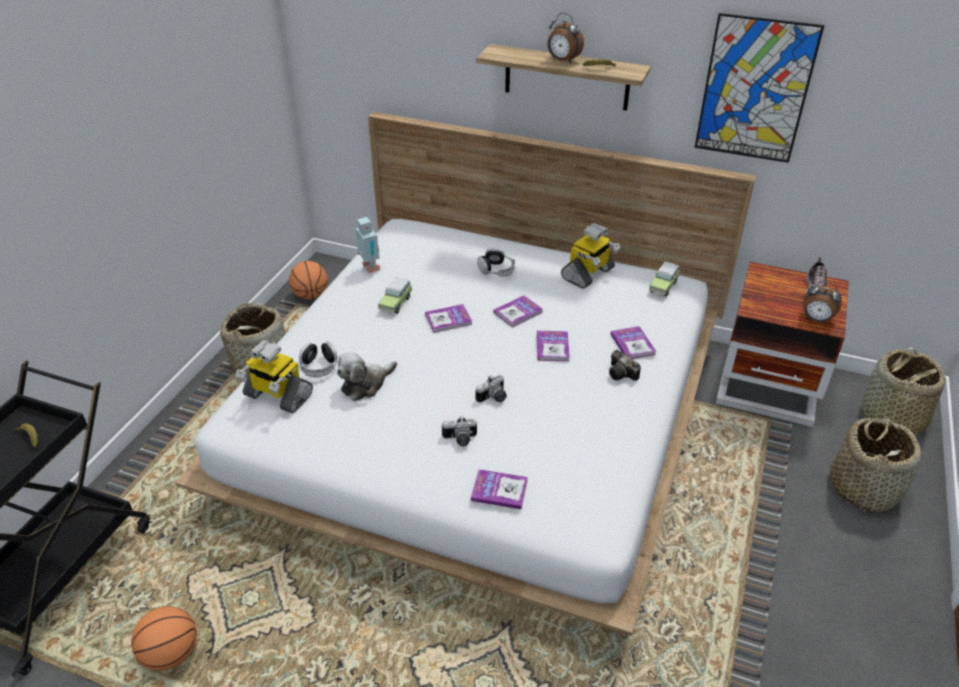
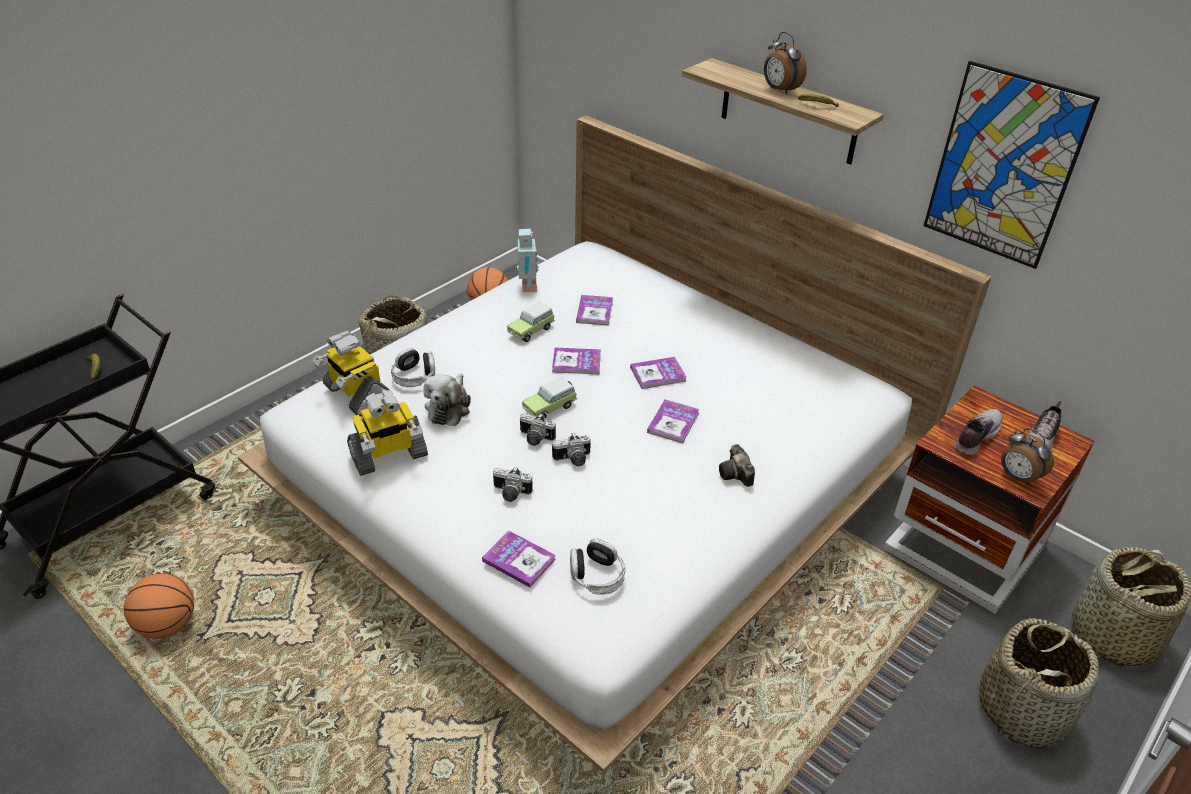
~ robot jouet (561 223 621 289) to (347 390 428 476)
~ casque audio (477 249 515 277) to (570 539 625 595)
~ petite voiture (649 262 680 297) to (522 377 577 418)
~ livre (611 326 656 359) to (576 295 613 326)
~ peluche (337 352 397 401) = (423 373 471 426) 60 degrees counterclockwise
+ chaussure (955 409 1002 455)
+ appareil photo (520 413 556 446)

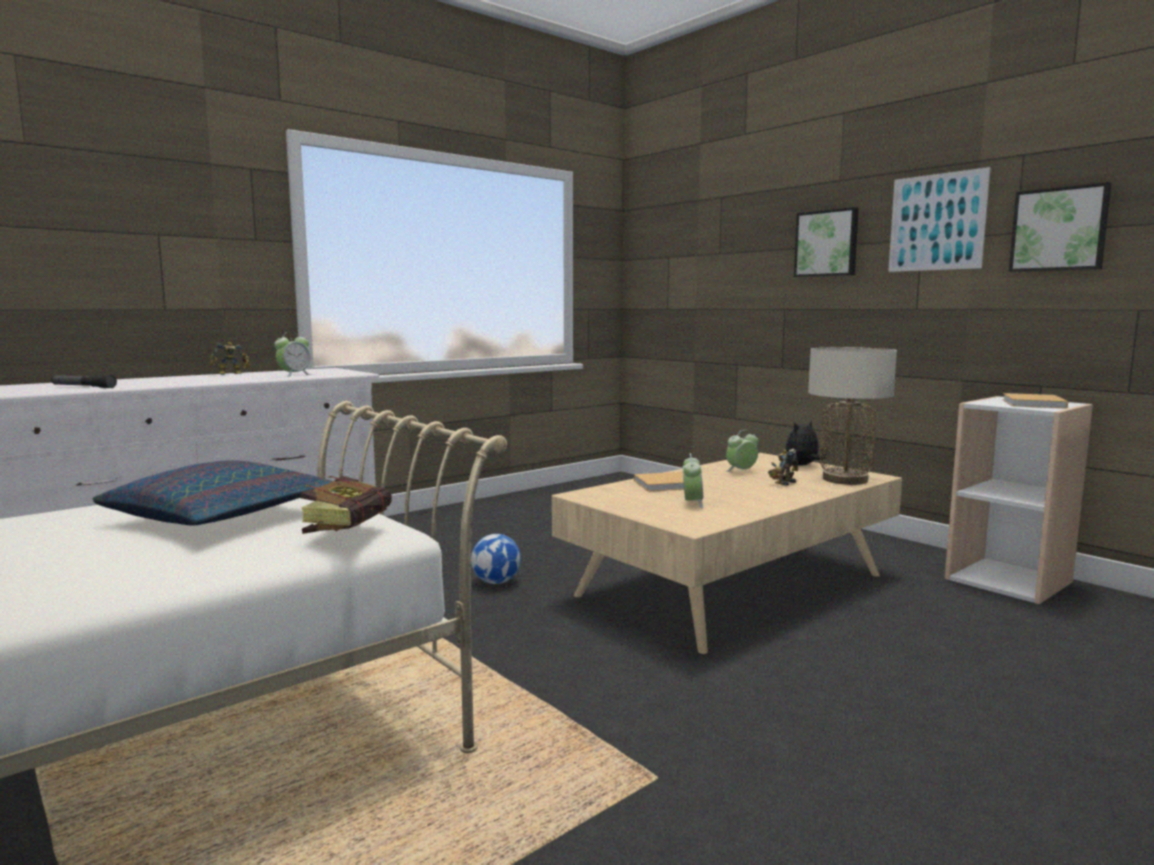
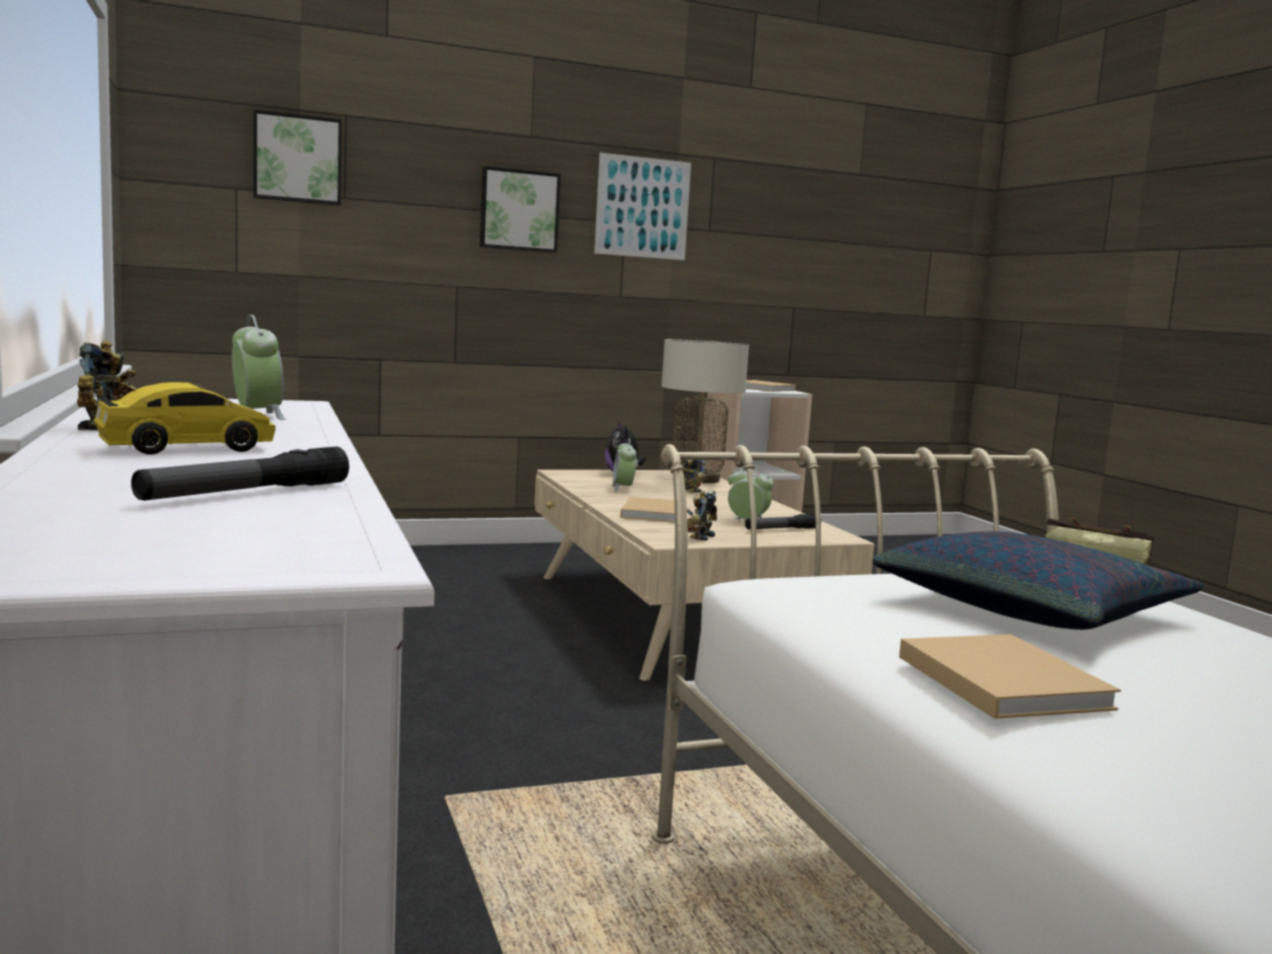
~ tableau (1009 182 1111 272) to (253 109 342 206)
- ballon de foot (471 534 521 584)
+ petite voiture (94 382 275 455)
+ robot jouet (687 490 717 541)
+ lampe de poche (745 514 816 530)
+ livre [beige] (899 634 1121 719)

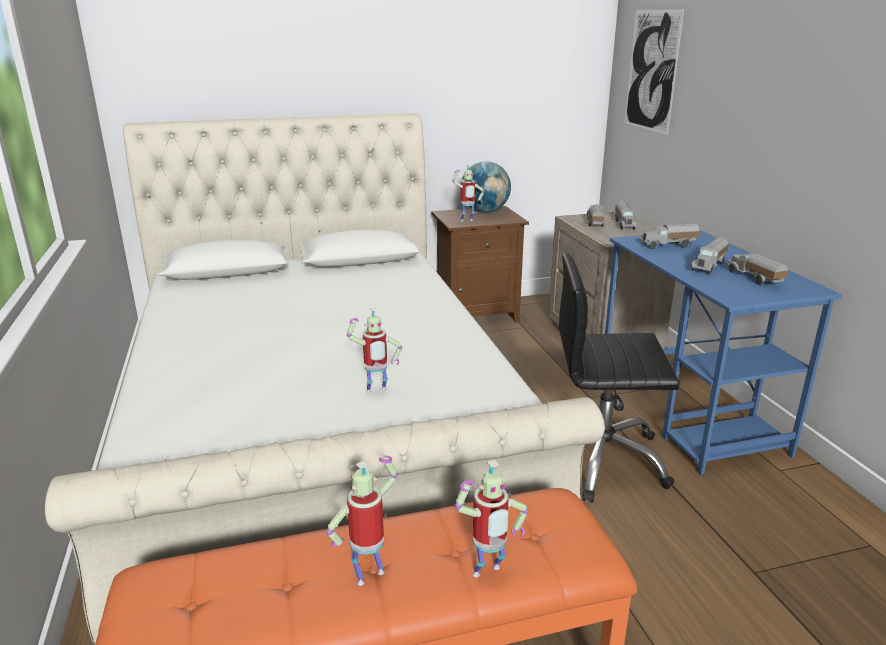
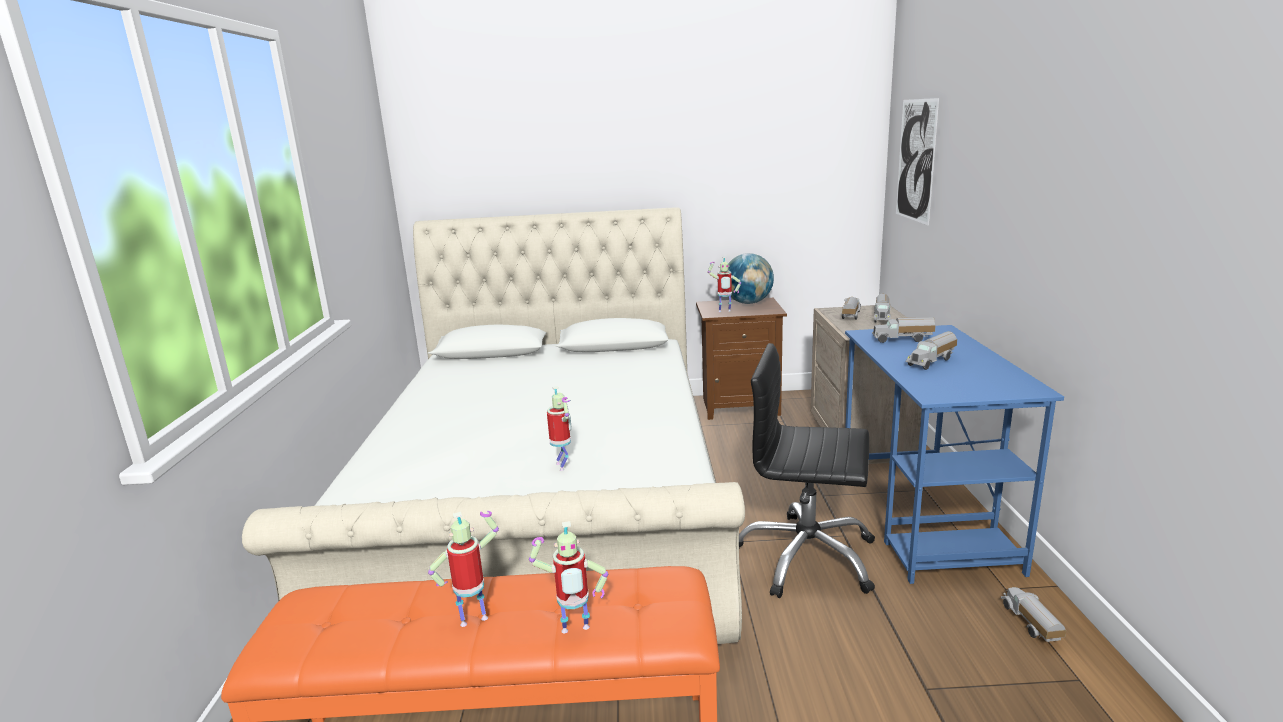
~ camion jouet (726 253 789 285) to (1000 587 1066 642)
~ robot jouet (347 307 402 393) = (547 386 572 471) 105 degrees counterclockwise

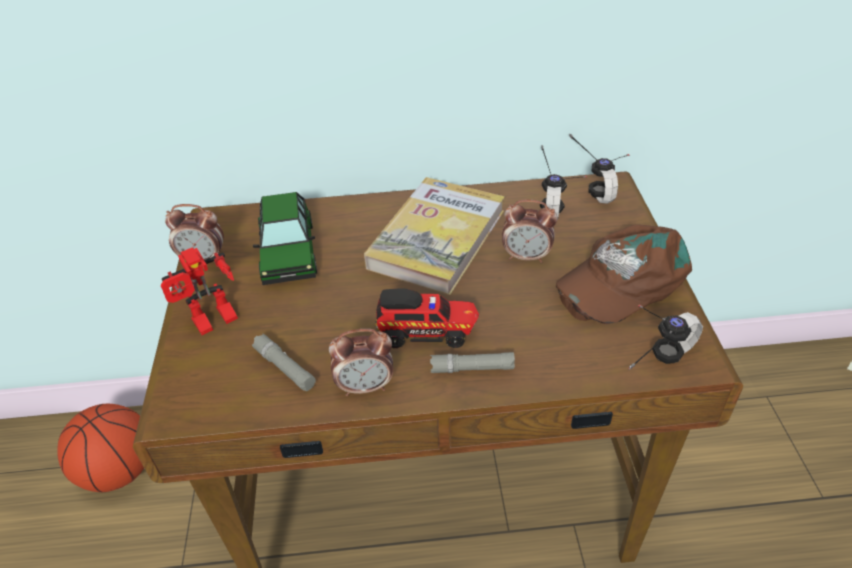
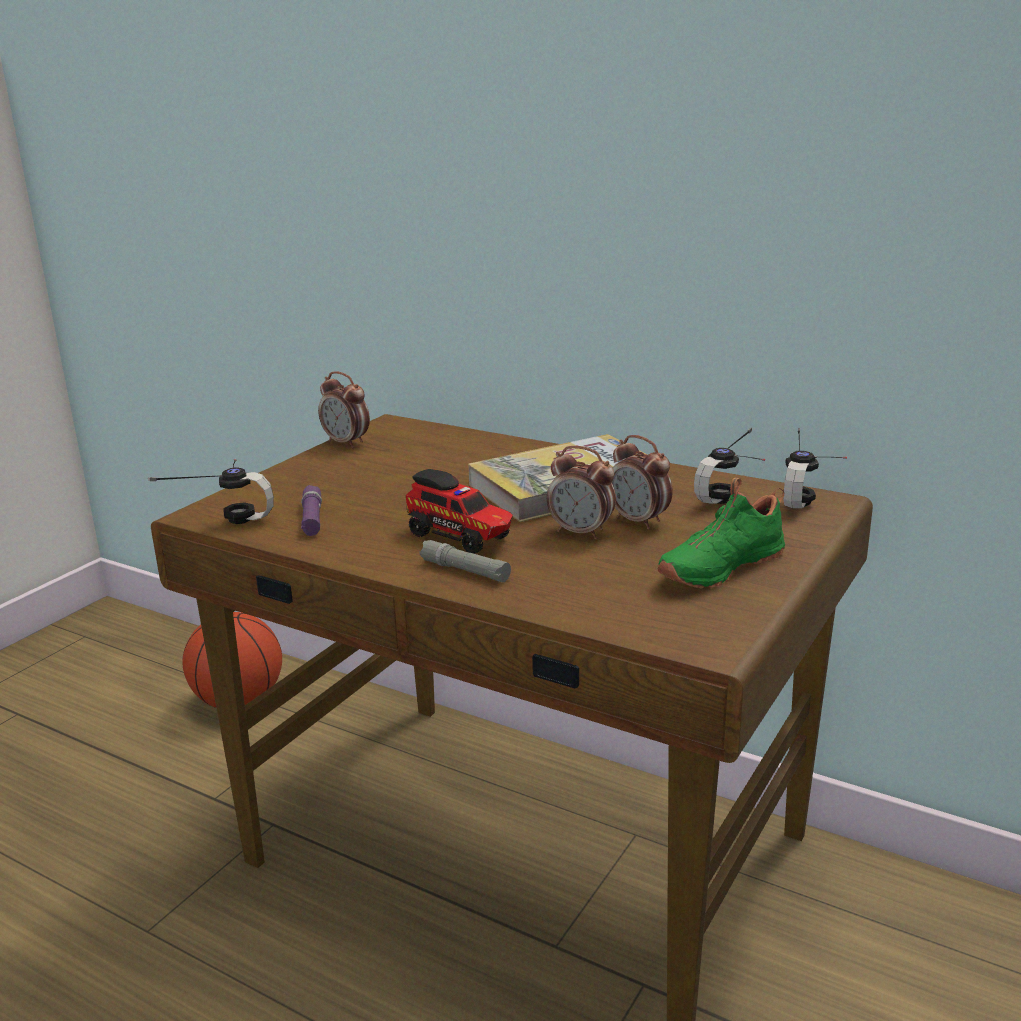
- petite voiture (253 192 317 285)
~ casquette [marron] (555 224 692 324) to chaussure [vert] (658 478 785 589)
- robot jouet (160 247 238 335)
~ casque audio (629 305 703 370) to (148 459 274 524)
~ réveil (329 329 393 396) to (547 446 616 540)
~ lampe de poche [gris] (252 334 316 391) to lampe de poche [violet] (301 485 322 536)

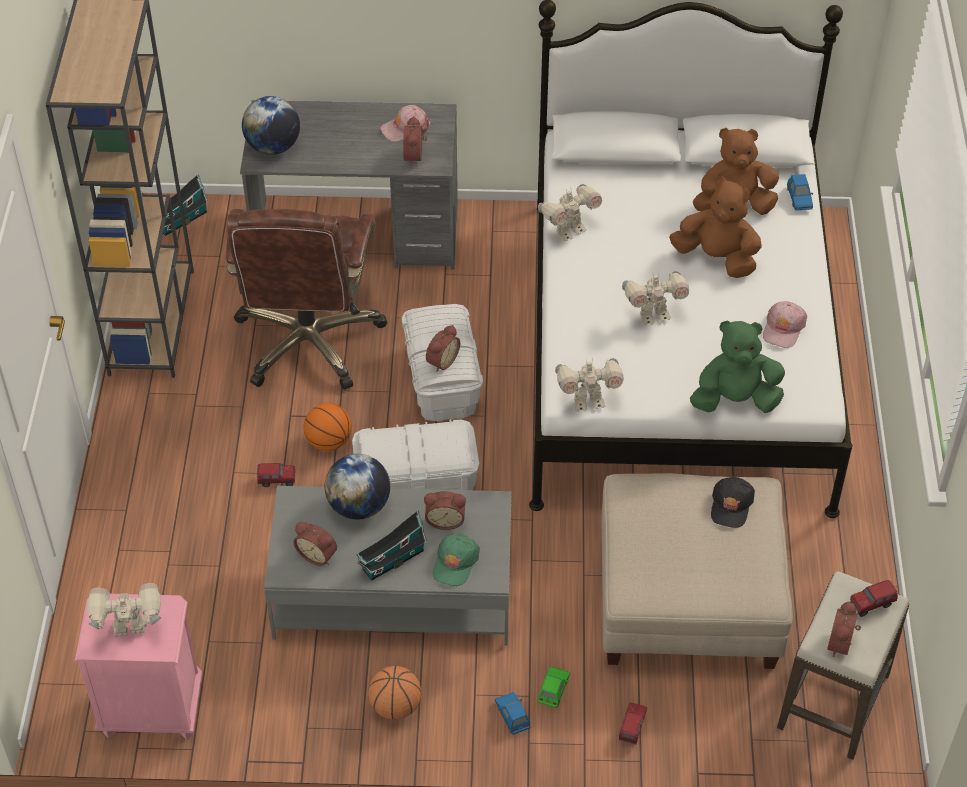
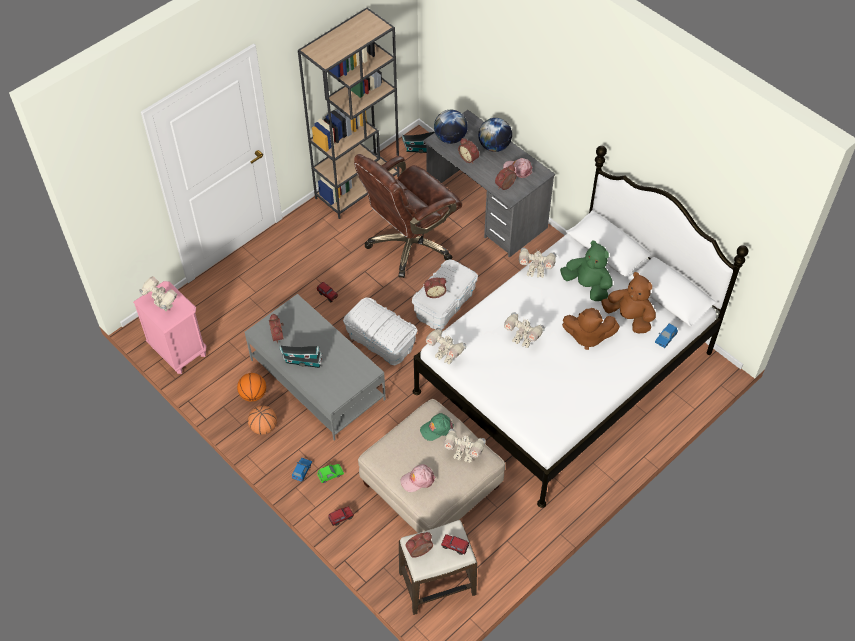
~ peluche [marron] (669 176 762 278) = (562 308 620 350) 120 degrees clockwise
~ casquette [rose] (763 301 807 348) to (400 464 435 492)
~ peluche [vert] (690 320 785 413) to (560 240 613 301)
~ ballon de basket (304 403 352 451) to (237 373 266 402)
~ globe (325 454 390 520) to (478 118 512 152)
~ casquette [noir] (711 477 755 528) to robot jouet (444 429 486 463)
~ réveil (424 491 466 530) to (458 138 479 163)
~ casquette [vert] (433 534 480 586) to (420 413 454 441)

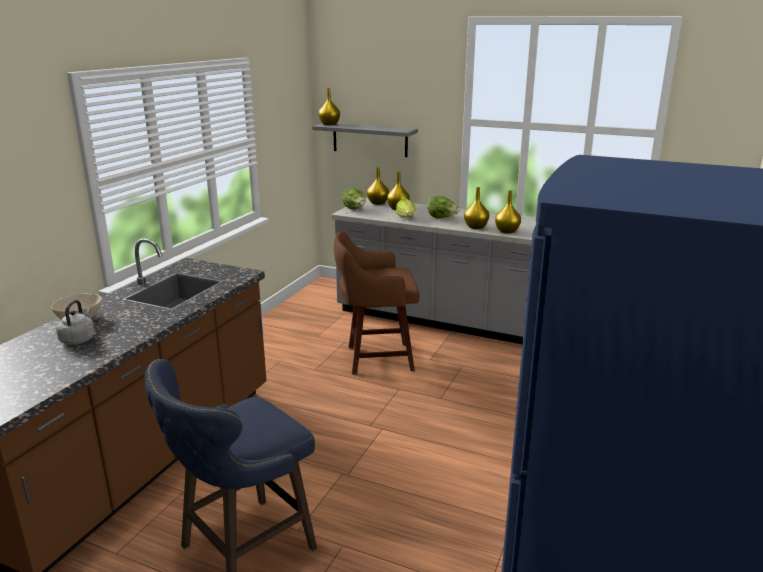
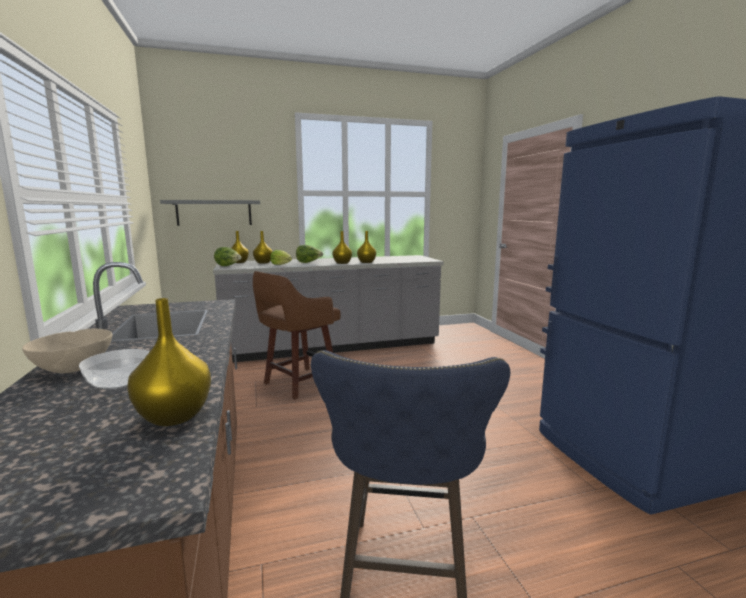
~ vase [jaune] (319 88 340 125) to (127 298 211 426)
~ bouilloire [gris] (56 300 95 345) to bol (79 349 149 389)

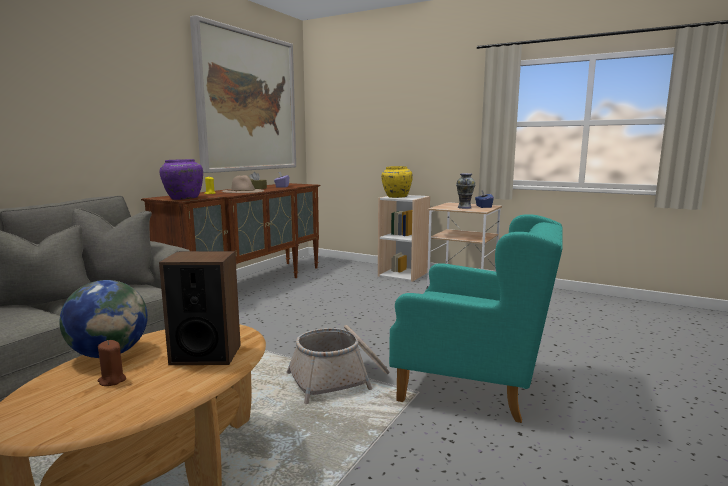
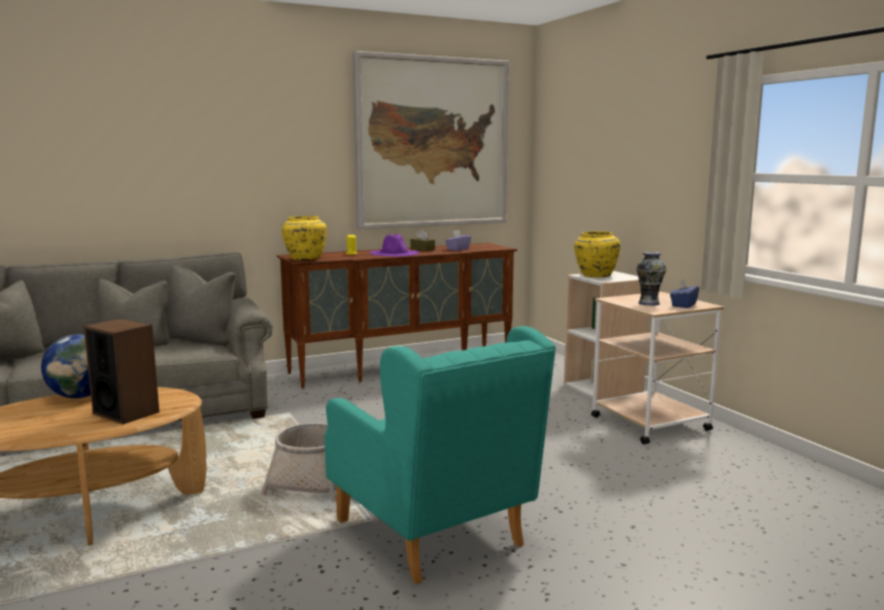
~ vase [violet] (160 159 203 200) to vase [jaune] (282 216 327 260)
~ chapeau [beige] (222 175 264 193) to chapeau [violet] (370 234 420 257)
- bougie [marron] (98 340 126 386)

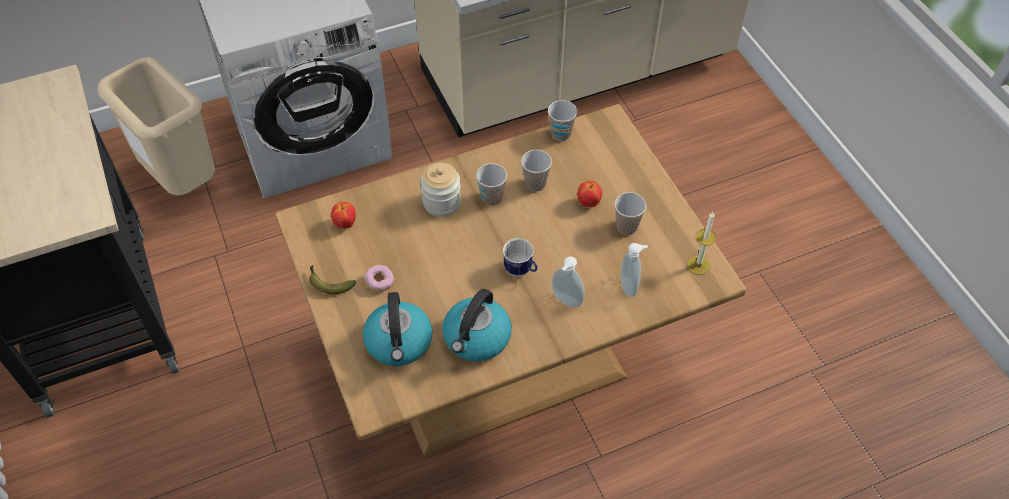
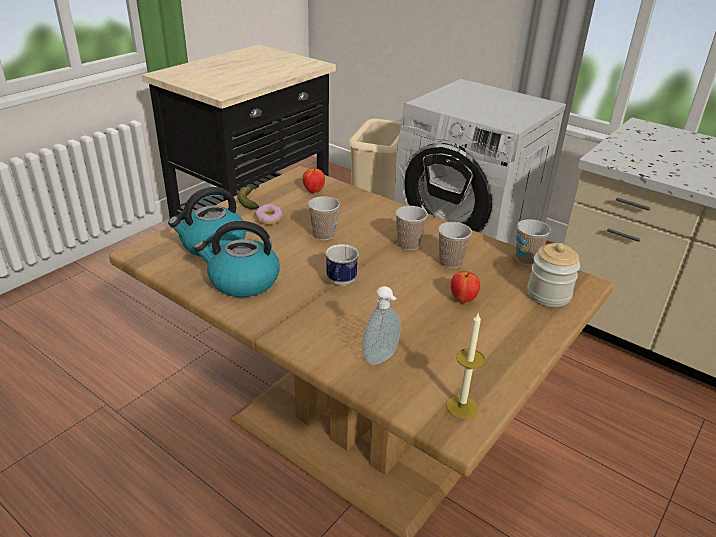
~ bocal (421 163 461 217) to (527 243 580 307)
~ tasse (614 192 646 235) to (308 196 340 240)
- distributeur de savon (552 257 585 308)

